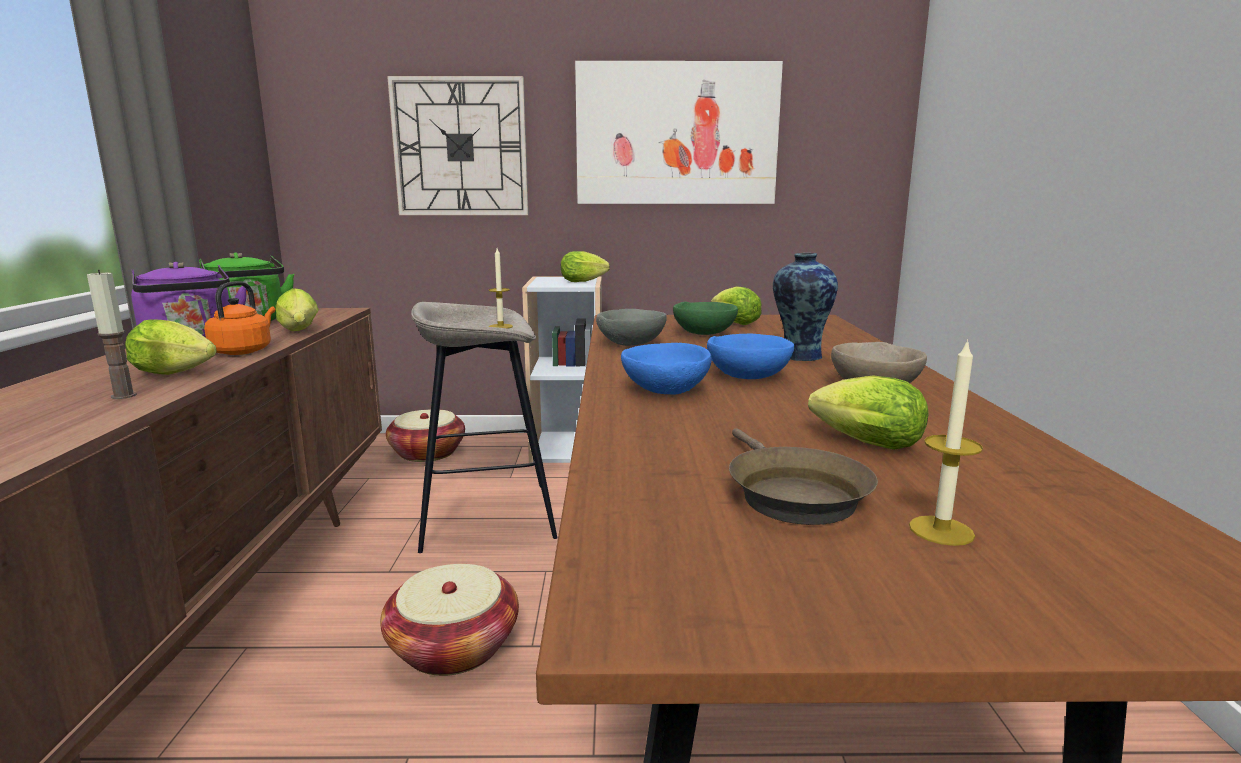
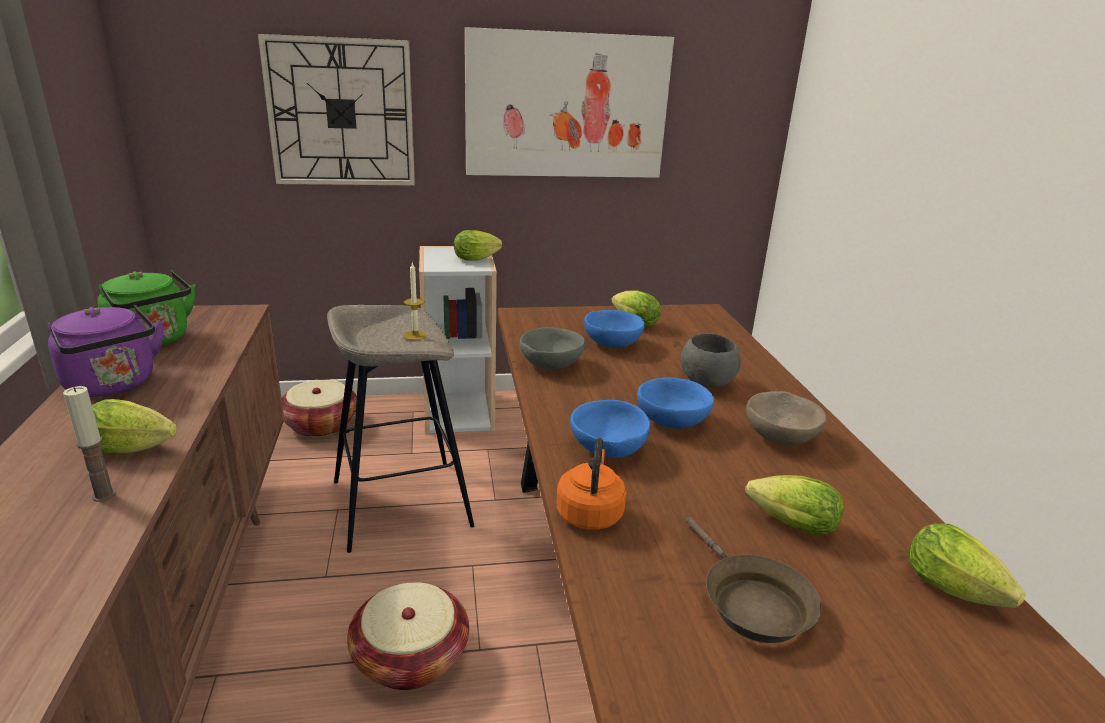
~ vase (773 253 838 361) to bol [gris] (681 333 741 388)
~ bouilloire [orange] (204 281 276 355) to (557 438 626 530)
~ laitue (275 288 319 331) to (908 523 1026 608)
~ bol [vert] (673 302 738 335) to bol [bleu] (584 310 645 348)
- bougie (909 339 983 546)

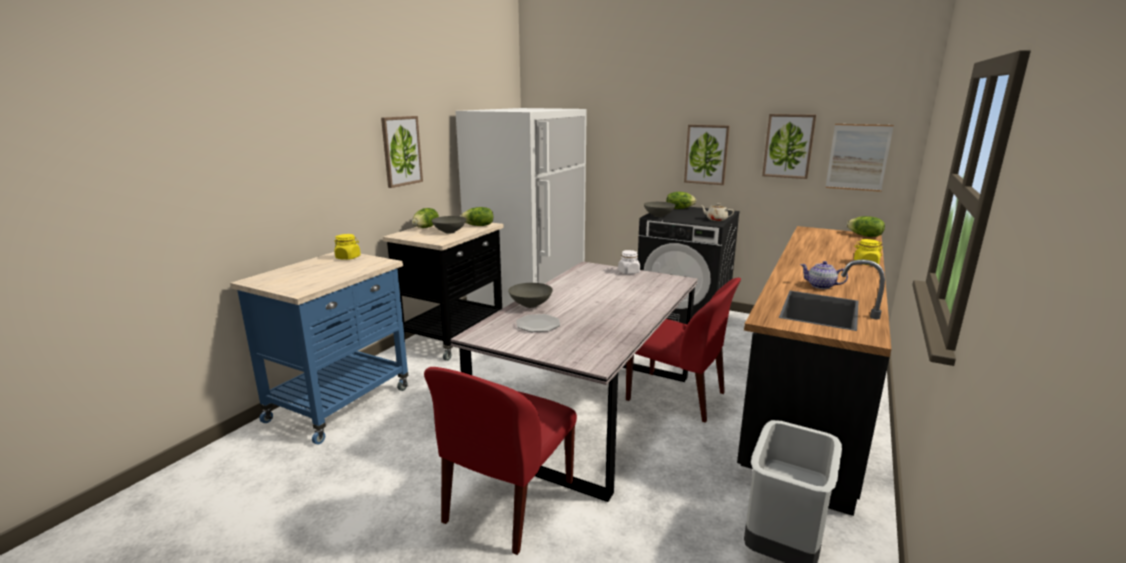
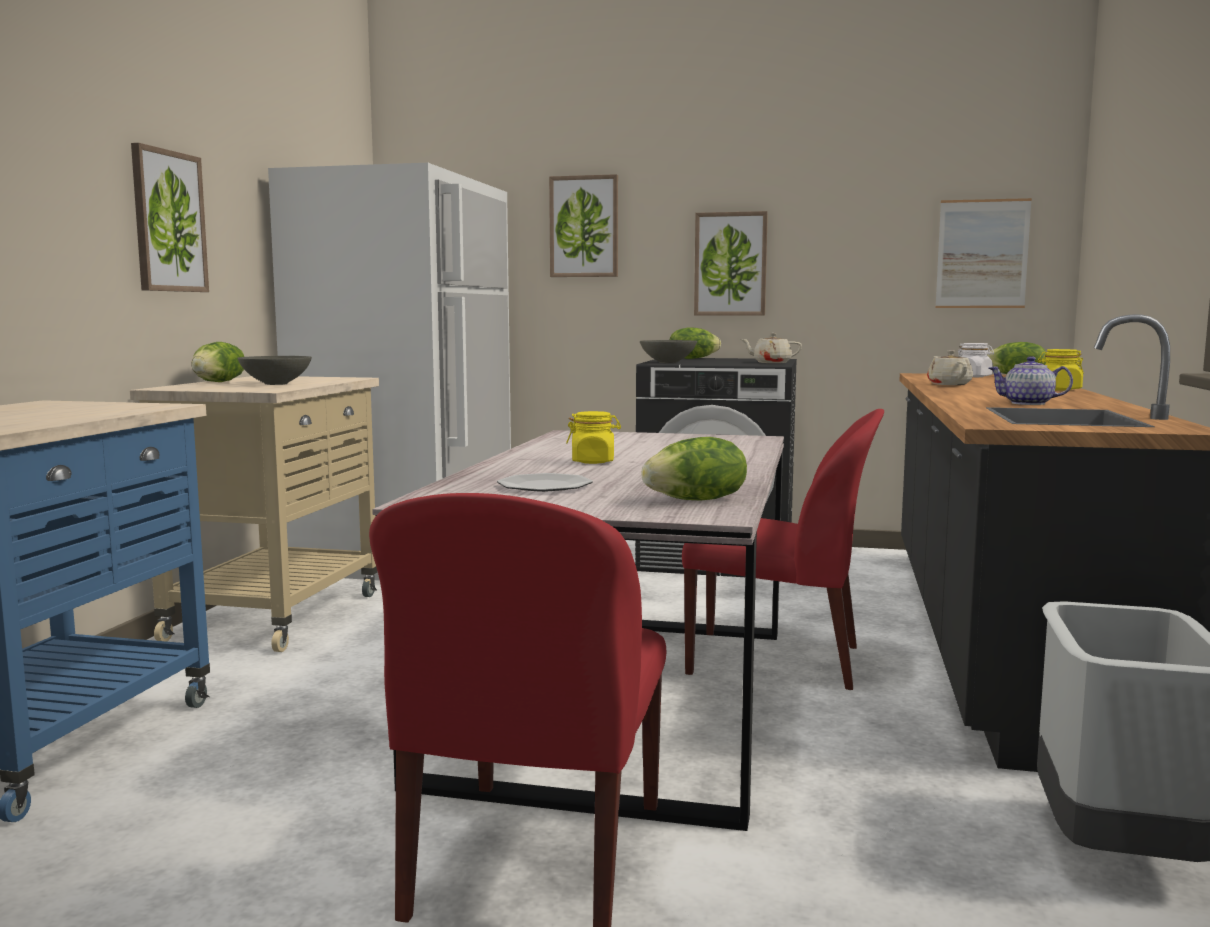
~ tableau (762 114 816 179) to (549 174 618 277)
~ laitue (460 207 494 226) to (641 437 747 500)
~ chariot [noir] (383 223 504 361) to chariot [beige] (130 376 379 652)
~ bocal [jaune] (334 234 361 260) to (566 411 621 464)
~ bocal [blanc] (618 250 640 274) to (958 343 994 377)
- bol [gris] (508 283 553 308)
+ théière [beige] (927 350 973 385)

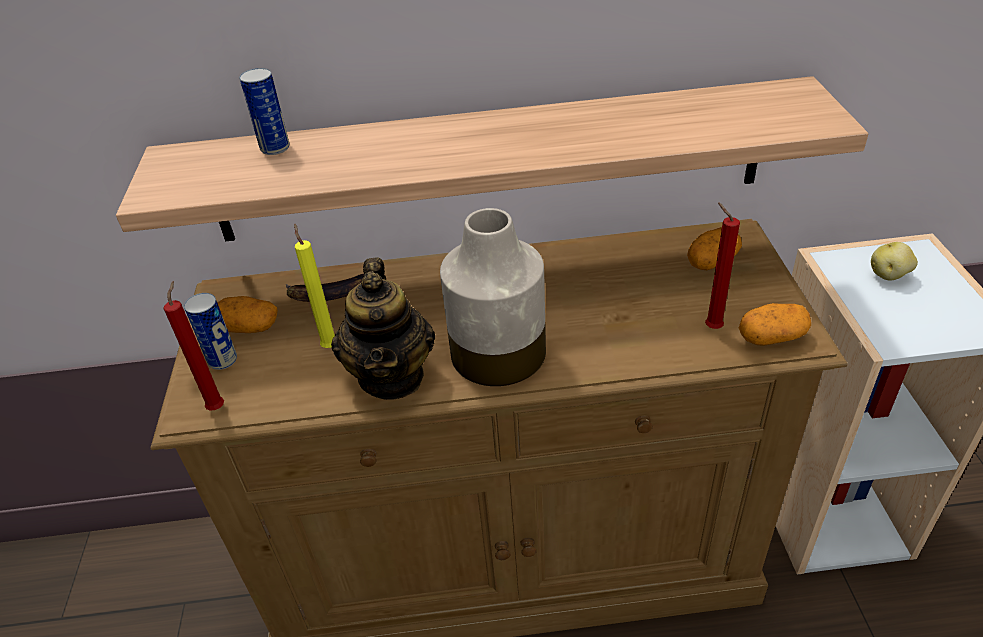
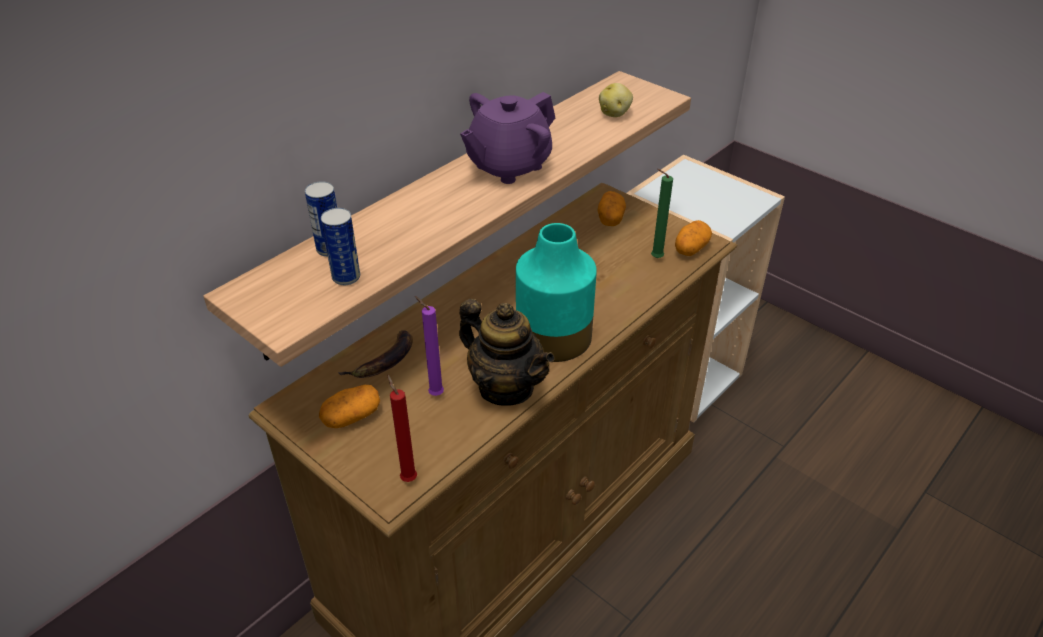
~ bougie [rouge] (705 202 740 329) to bougie [vert] (651 169 673 258)
~ vase [beige] (440 208 546 386) to vase [turquoise] (516 223 597 362)
~ bougie [jaune] (294 224 335 348) to bougie [violet] (415 296 444 396)
~ pomme de terre (871 242 918 281) to (599 83 633 117)
~ boîte métallique (184 293 237 370) to (321 208 360 285)
+ théière [violet] (460 92 555 184)

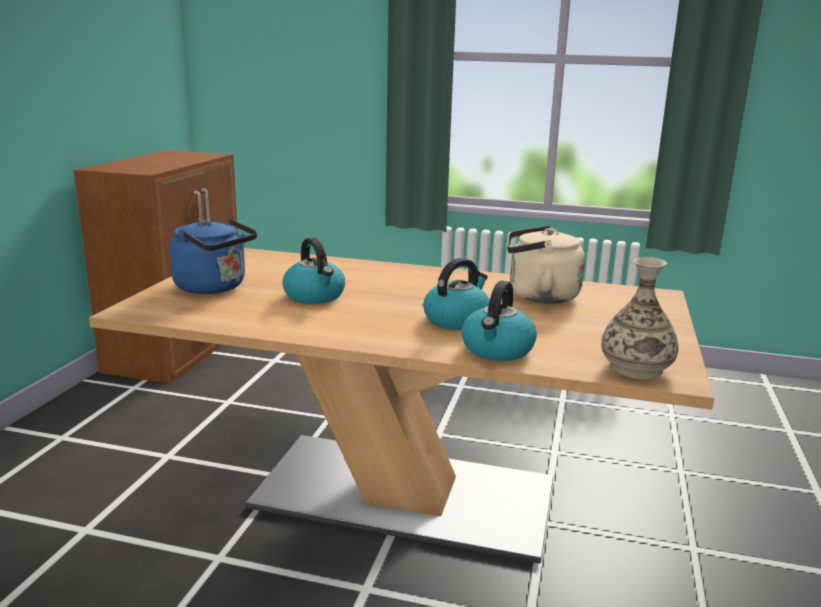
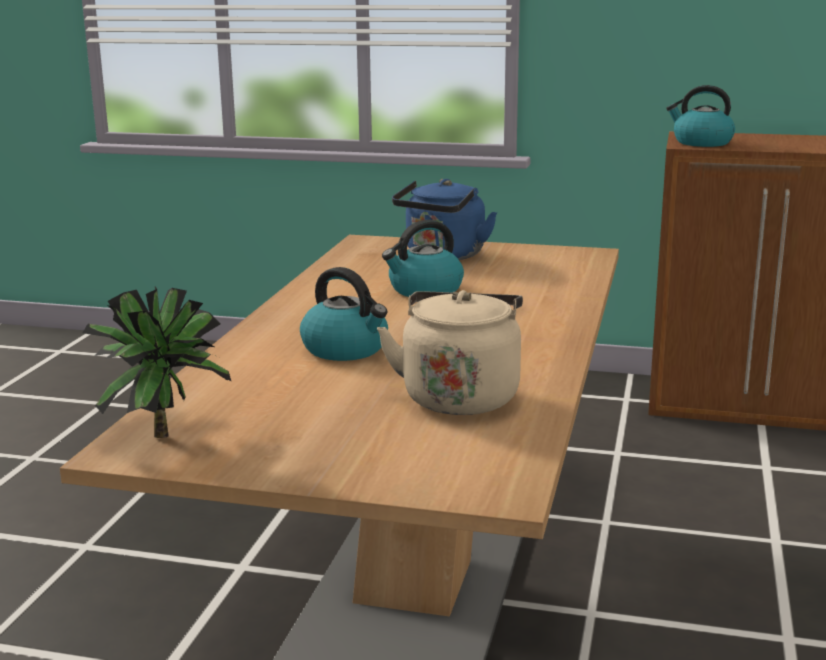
~ vase (601 257 678 379) to plante en pot (82 286 232 438)
~ bouilloire (462 280 537 361) to (666 85 735 147)

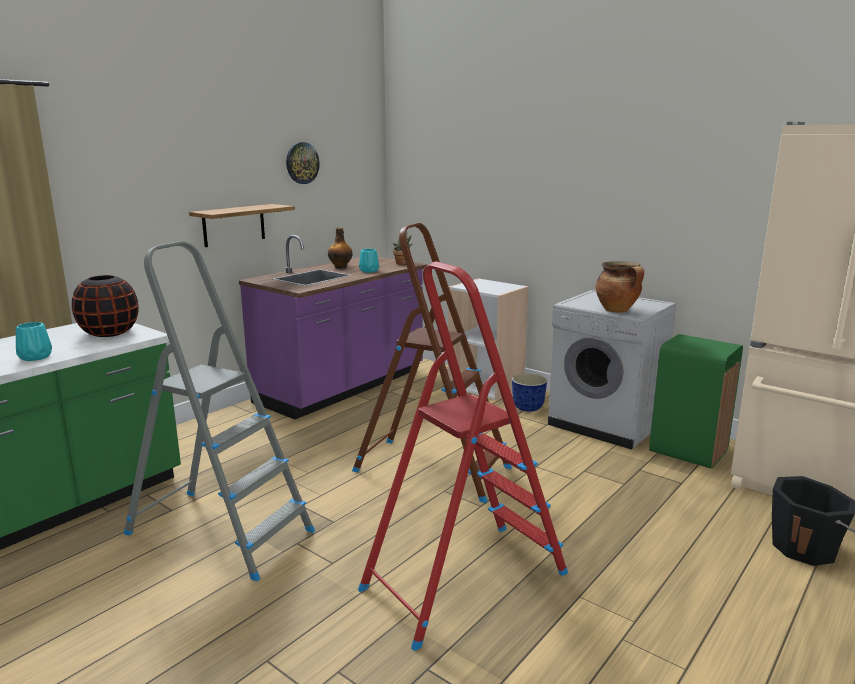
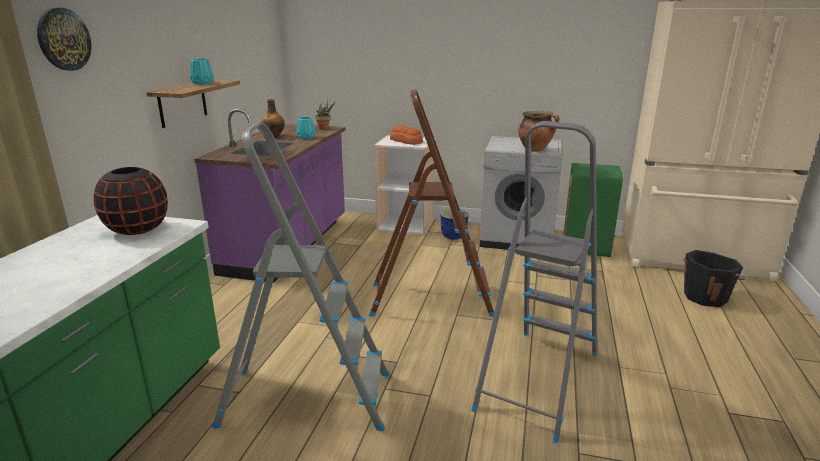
~ horloge murale (286 142 320 184) to (37 8 91 71)
~ escabeau [rouge] (358 262 568 651) to escabeau [gris] (471 121 598 443)
~ vase [turquoise] (16 322 52 361) to (190 59 214 85)
+ pain (390 125 423 145)

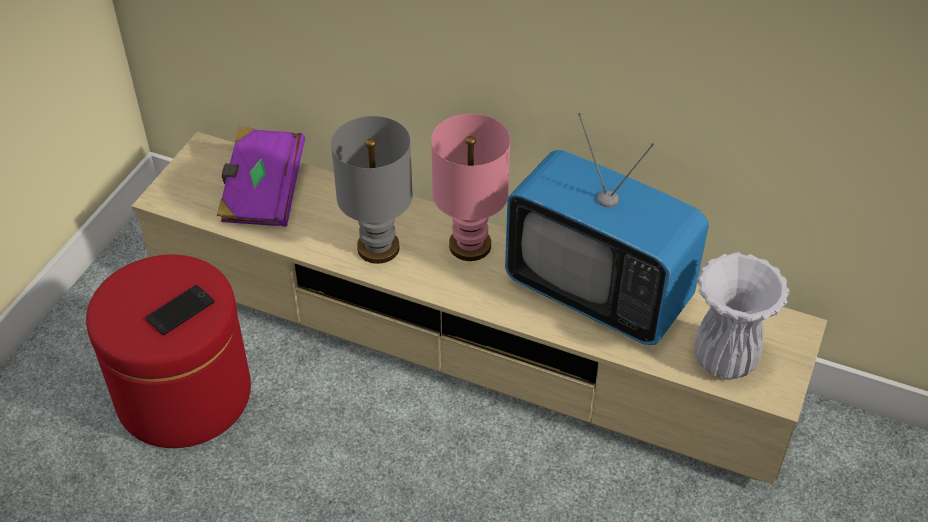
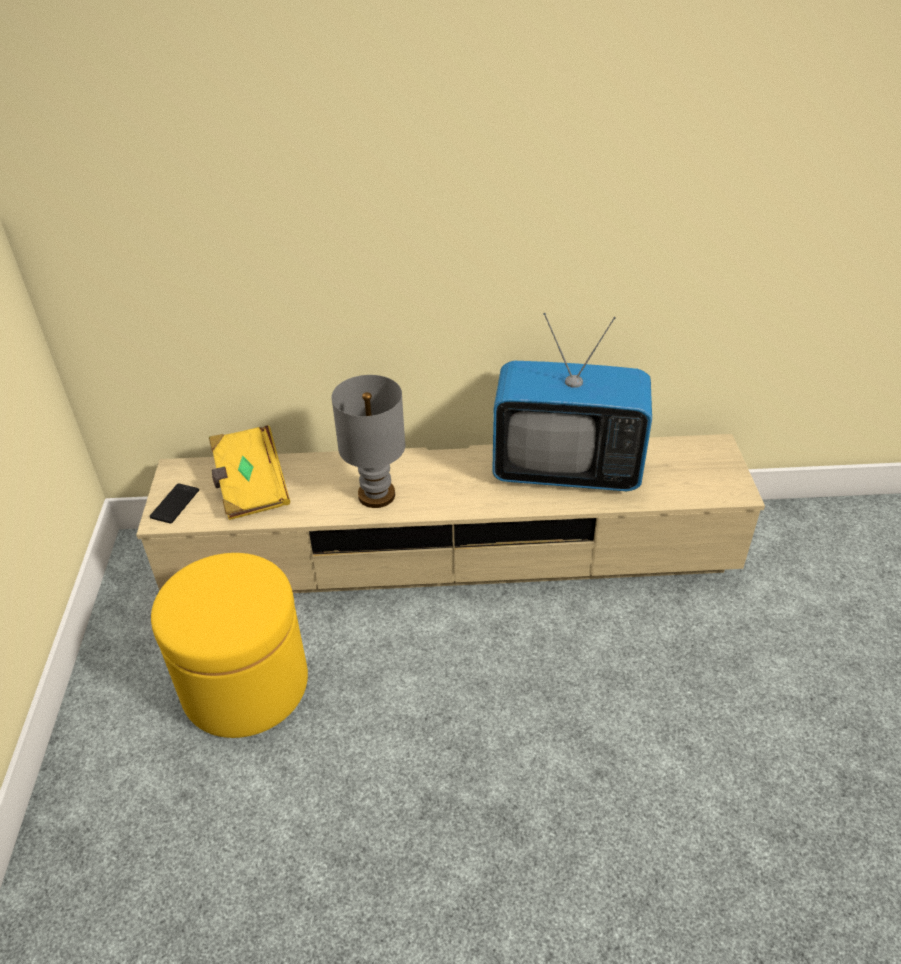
- lampe de table [rose] (431 114 510 261)
~ livre [violet] (217 127 305 227) to livre [jaune] (209 425 290 520)
- vase [blanc] (694 252 789 379)
~ pouf [rouge] (86 255 251 448) to pouf [jaune] (151 553 308 738)
~ téléphone (146 285 214 335) to (150 483 199 523)

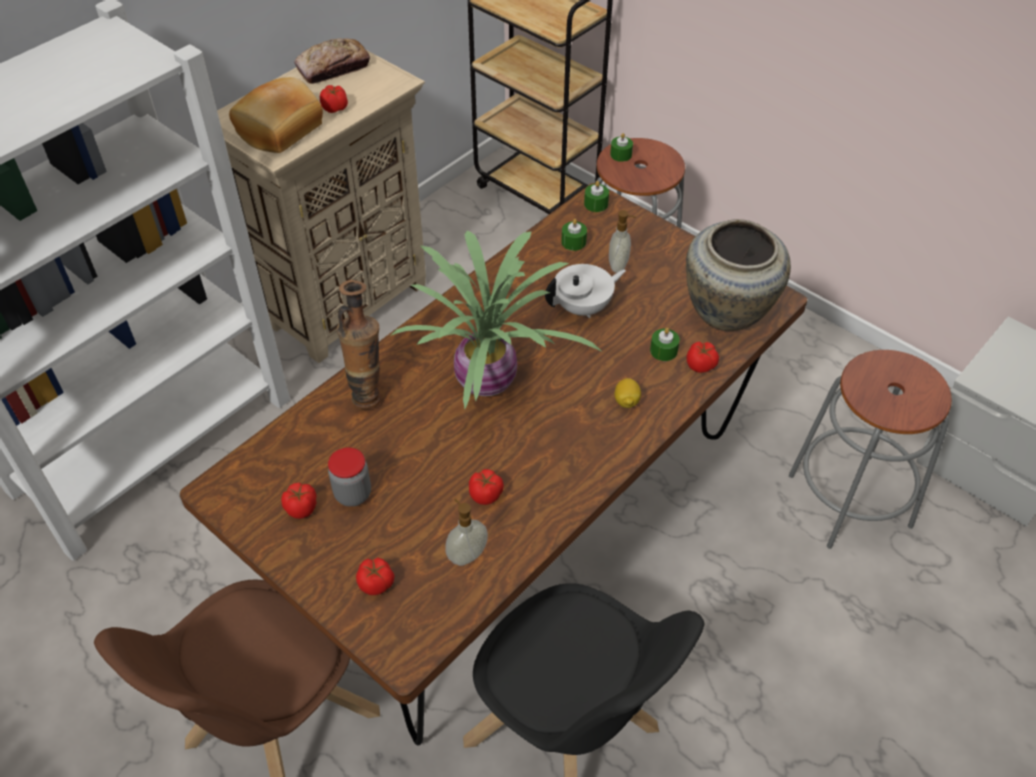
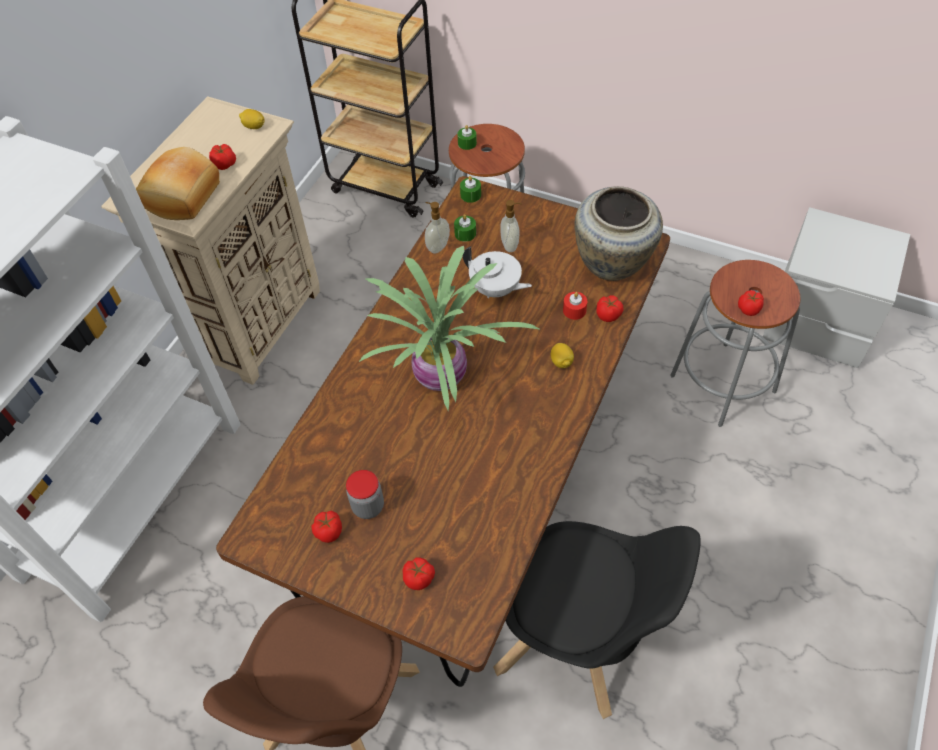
- pain (294 38 370 84)
~ théière [blanc] (545 264 626 318) = (463 247 532 298) 75 degrees clockwise
- vase (337 280 381 409)
~ bougie [vert] (650 328 680 361) to bougie [rouge] (563 292 587 320)
~ tomate (469 469 504 505) to (738 290 764 316)
~ distributeur de savon (445 499 488 566) to (425 202 450 253)
+ citron (239 109 265 129)

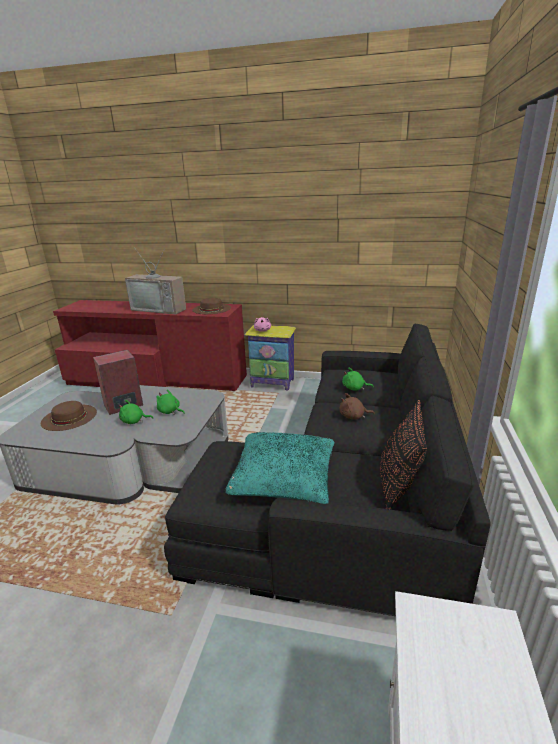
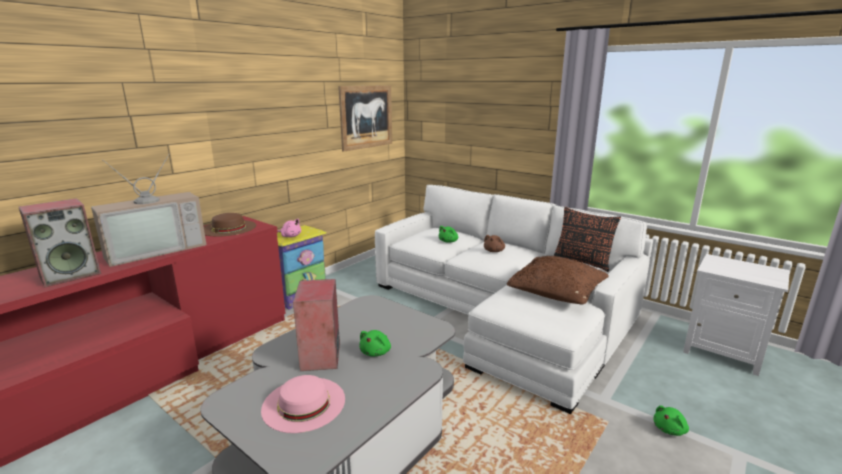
~ canapé [noir] (164 323 491 616) to canapé [blanc] (375 185 653 414)
~ peluche [vert] (157 390 185 415) to (653 406 689 436)
~ chapeau [marron] (40 401 97 431) to chapeau [rose] (261 375 345 433)
~ coussin [turquoise] (225 432 334 504) to coussin [marron] (507 256 609 304)
+ tableau (338 85 392 152)
+ enceinte (19 198 101 287)

